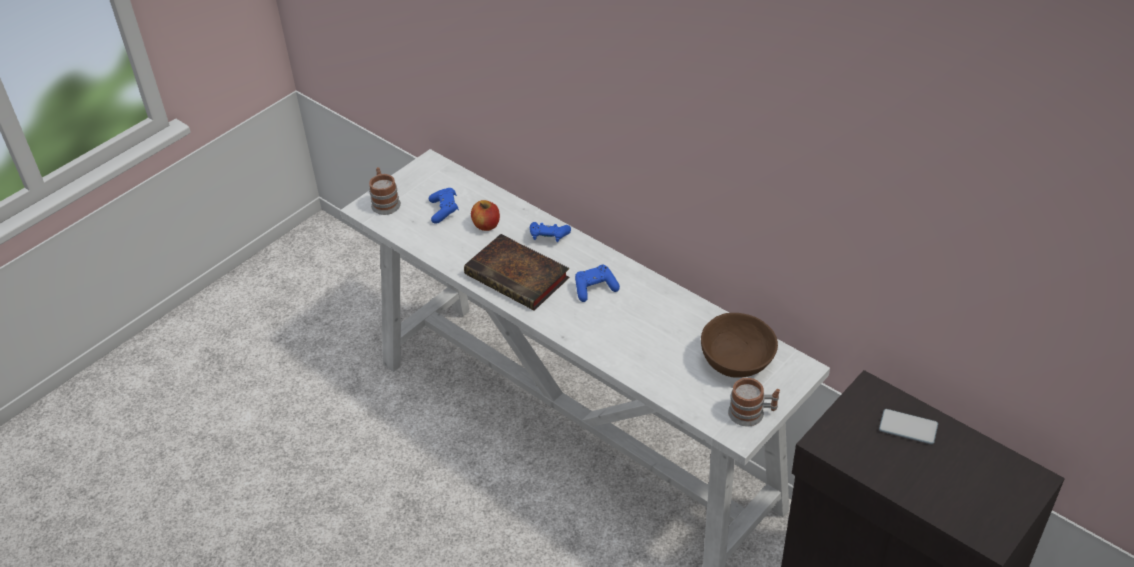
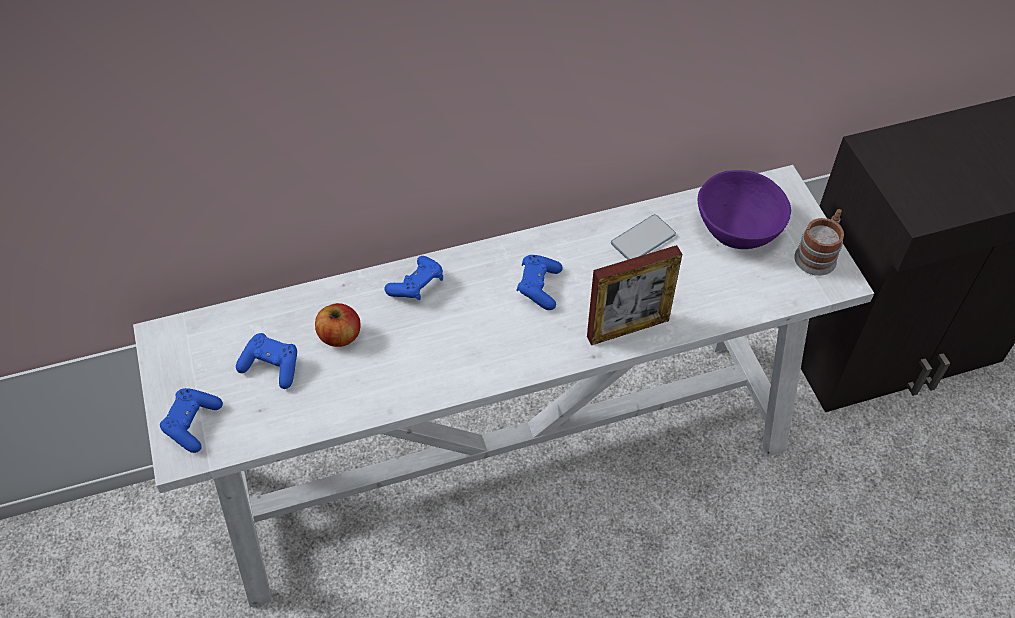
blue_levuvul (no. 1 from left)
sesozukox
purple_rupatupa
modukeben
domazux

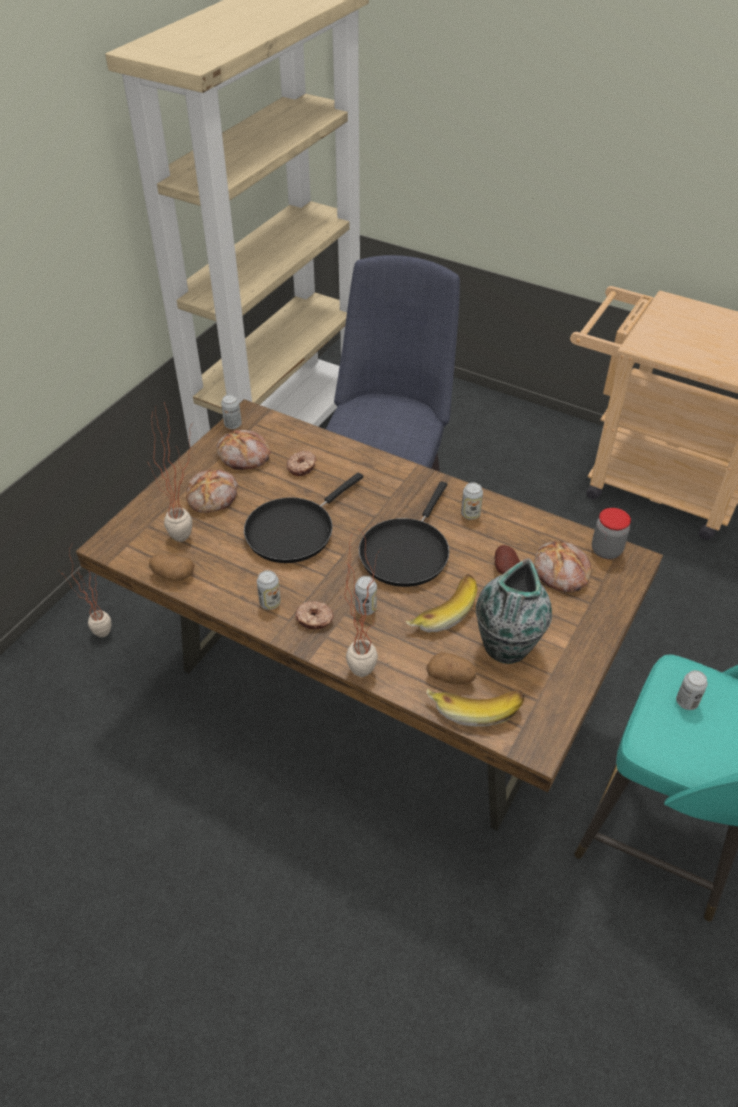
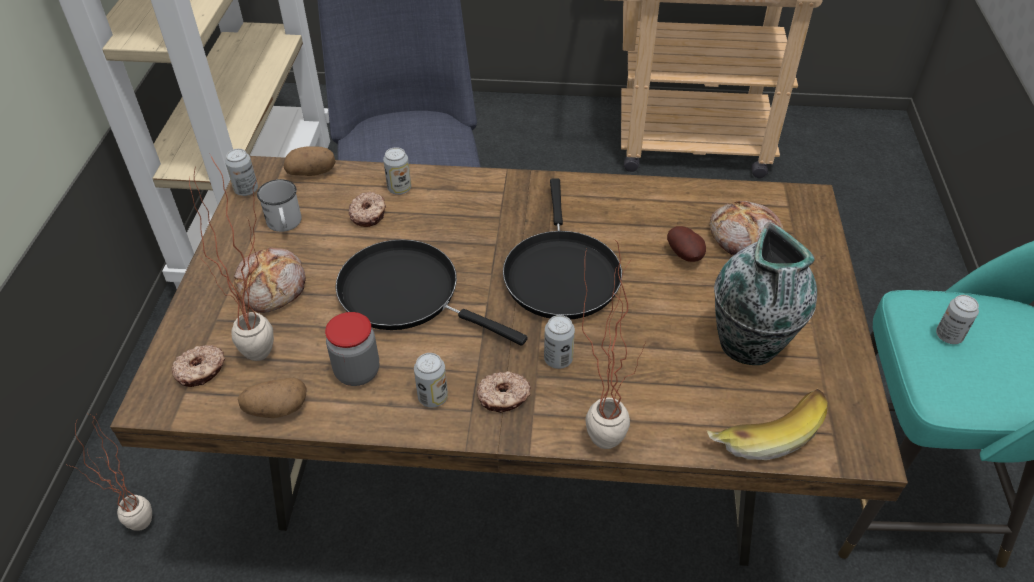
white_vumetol
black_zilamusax (no. 1 from left)
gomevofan (no. 1 from left in the first image)
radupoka (no. 2 from left)
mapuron (no. 2 from left)
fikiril
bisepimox (no. 1 from left)

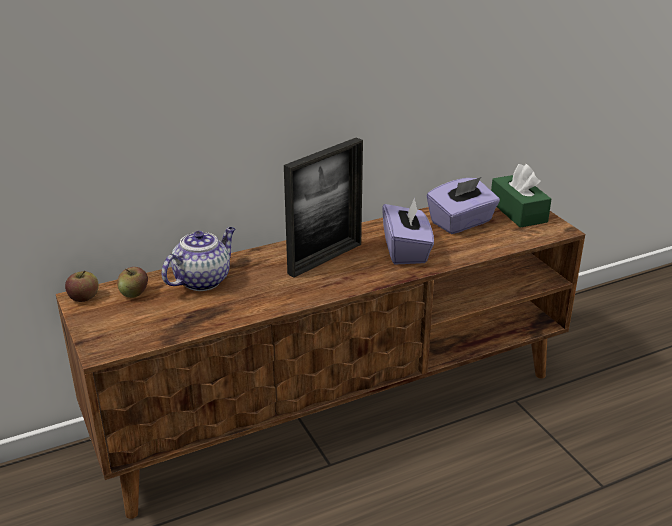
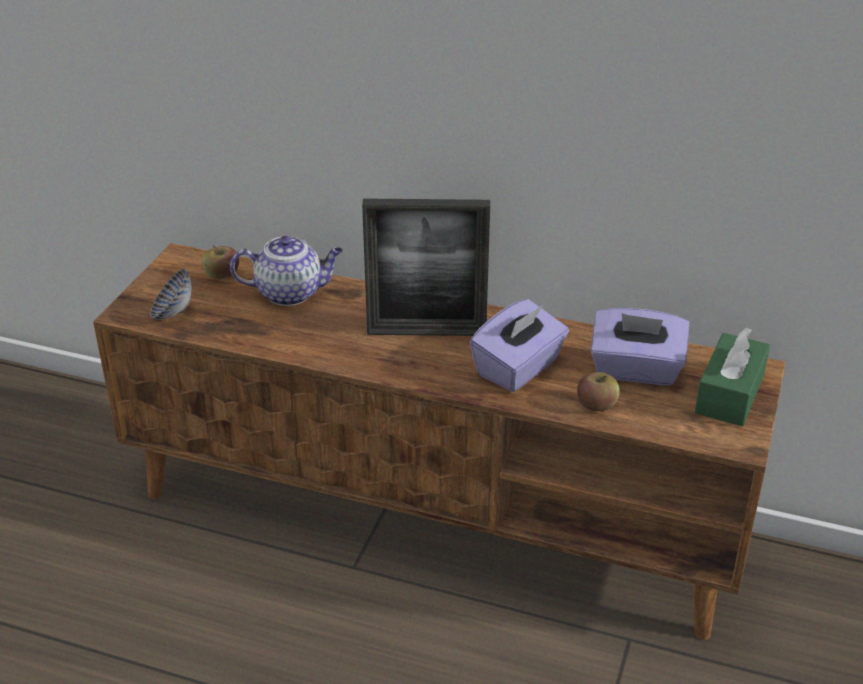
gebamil (no. 2 from left)
rupatupa

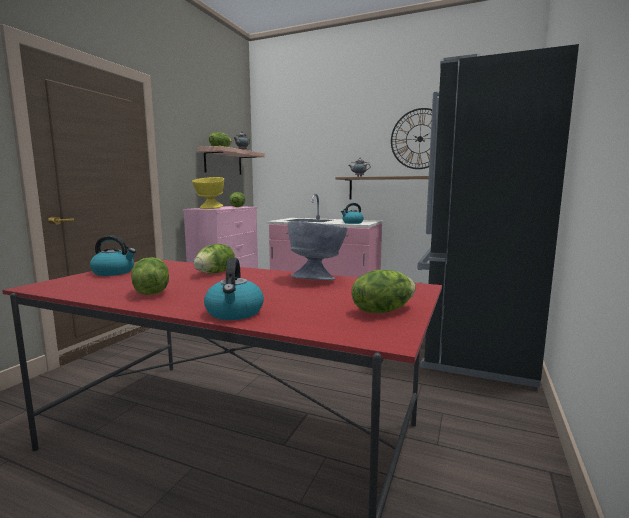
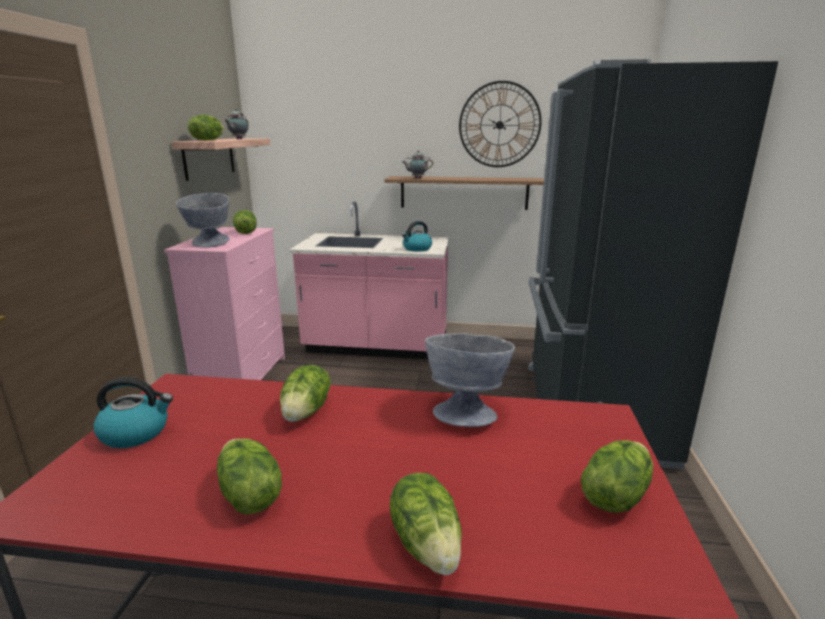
grey_rupatupa (no. 1 from left)
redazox (no. 5 from left)

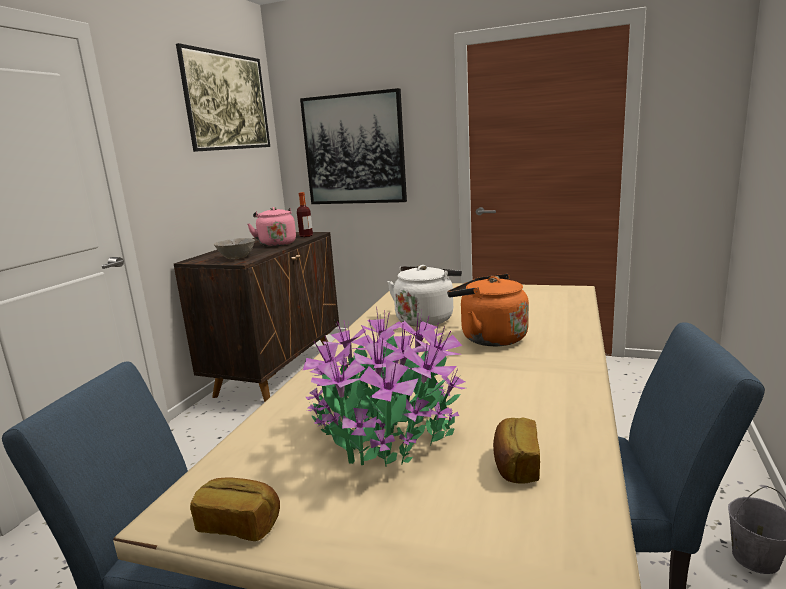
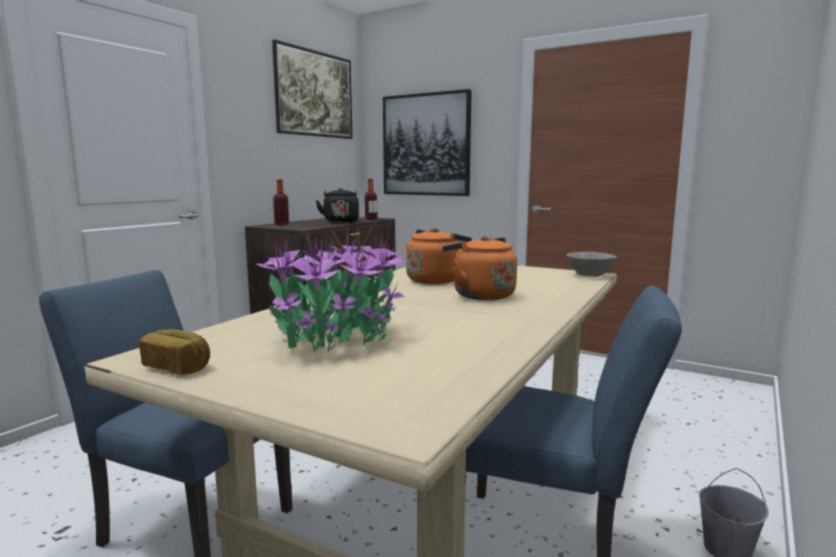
grey_rupatupa
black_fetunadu
orange_fetunadu (no. 1 from left)
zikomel (no. 2 from left in the first image)
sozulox (no. 1 from left)

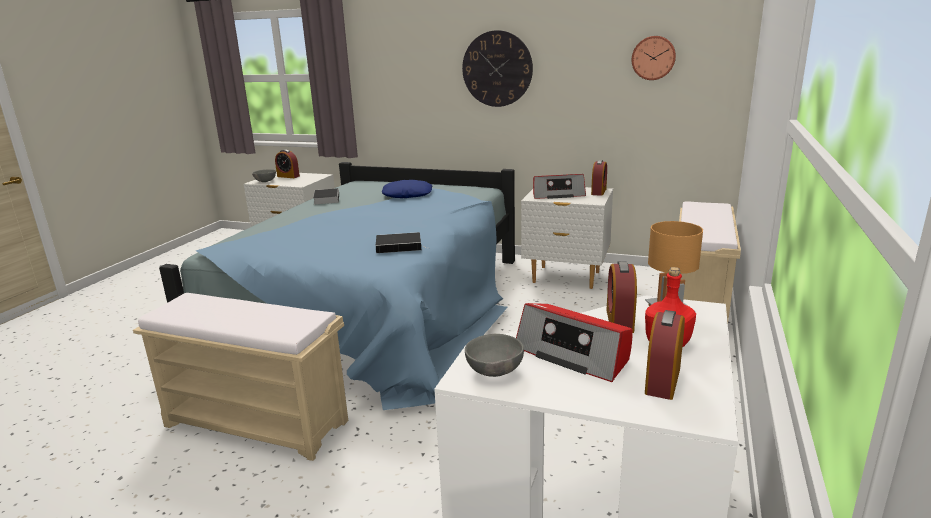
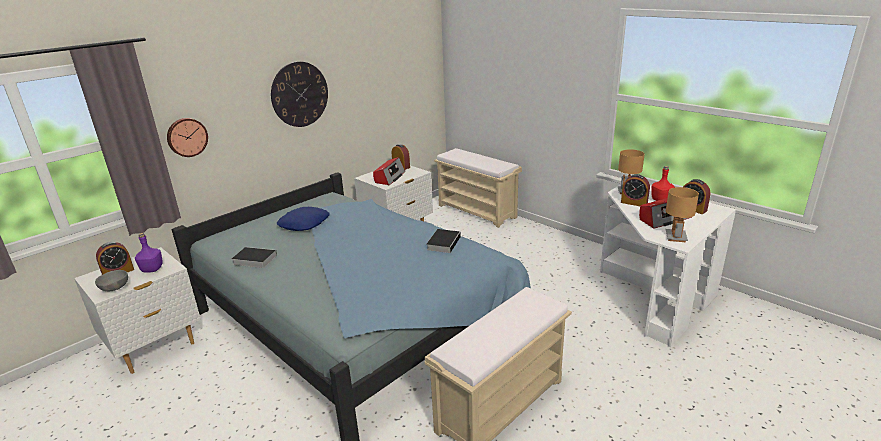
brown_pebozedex (no. 2 from left)
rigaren (no. 1 from left)
purple_sozulox

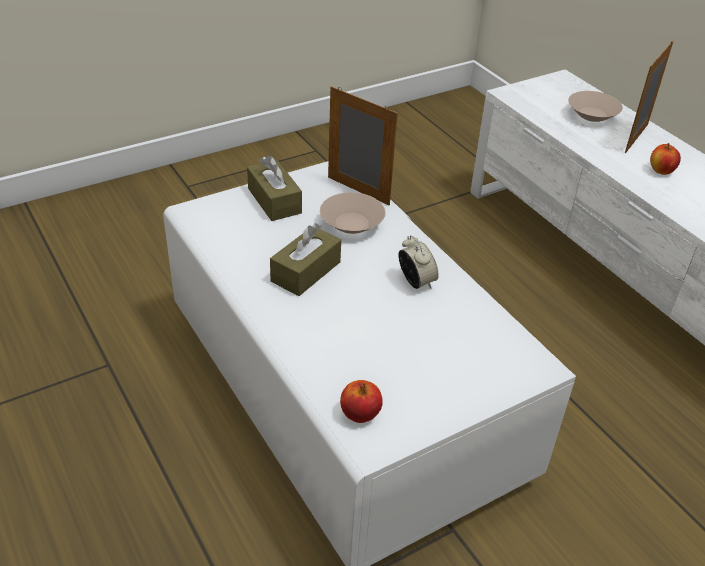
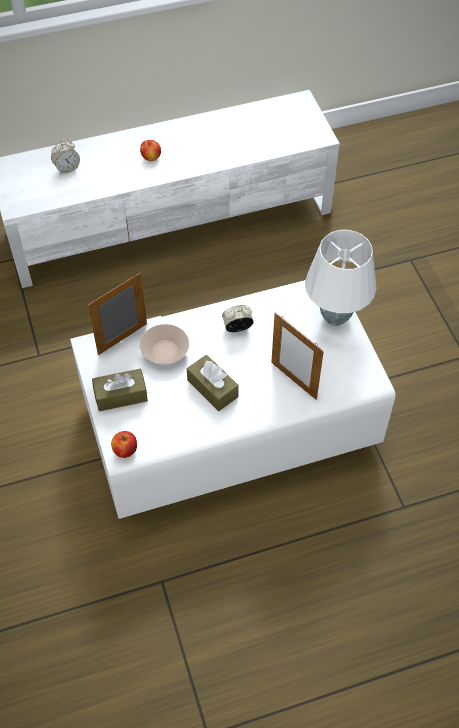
gebamil (no. 1 from left)
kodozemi (no. 1 from left)
domazux (no. 2 from left)
white_pebozedex

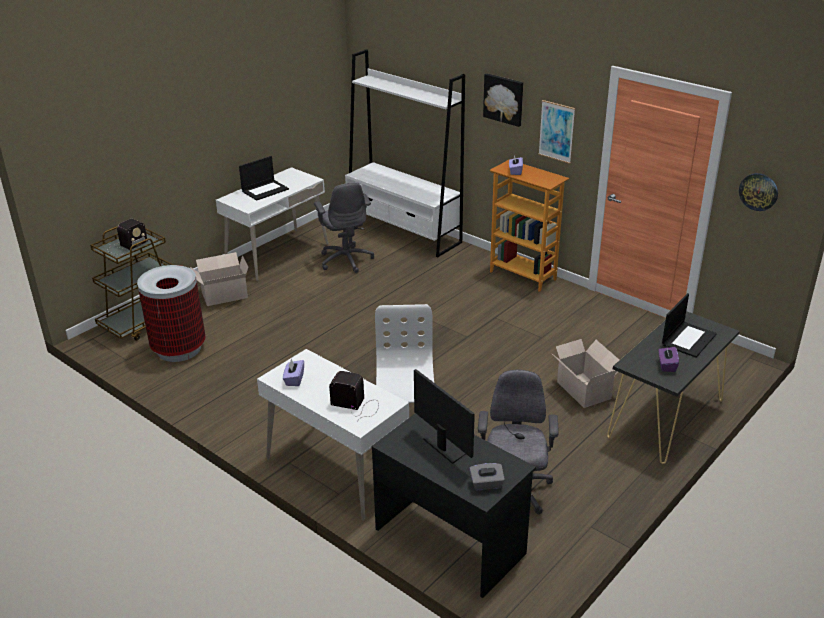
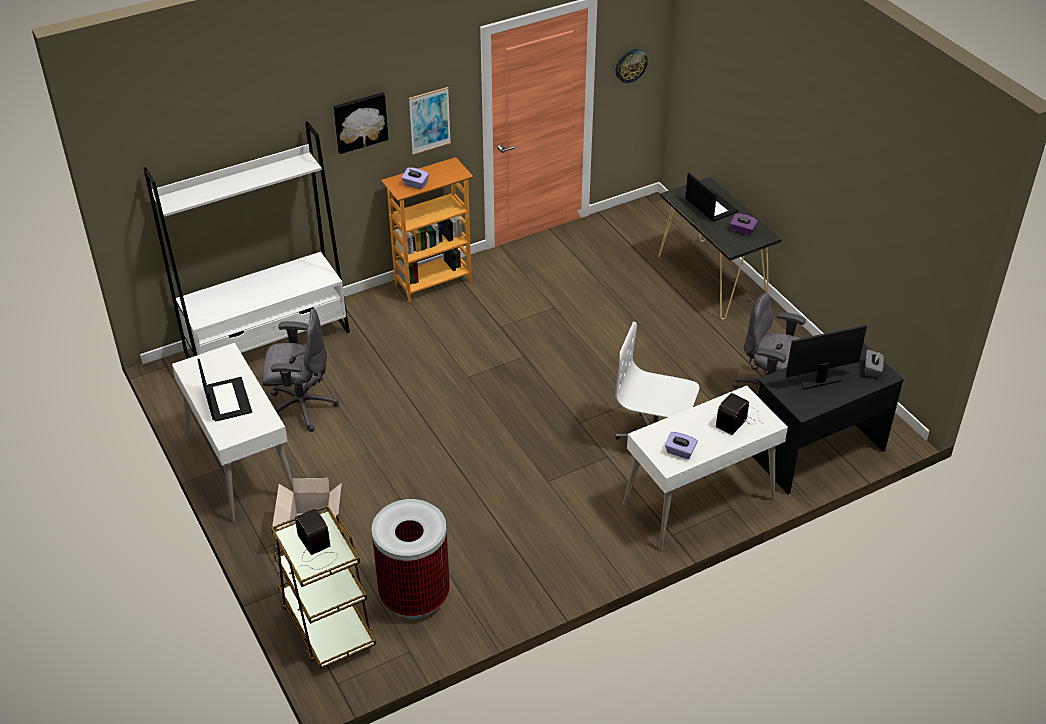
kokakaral (no. 2 from left in the first image)

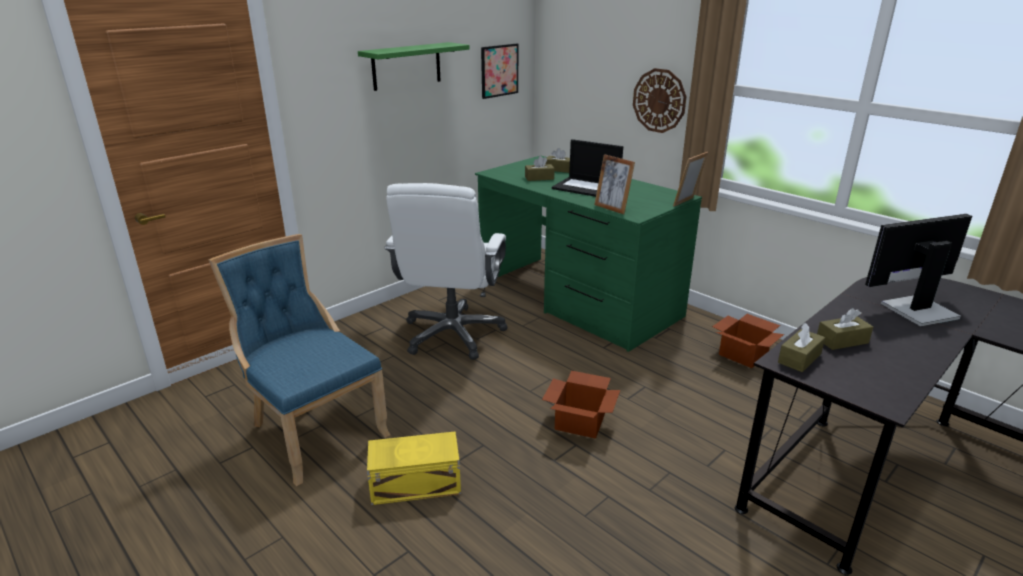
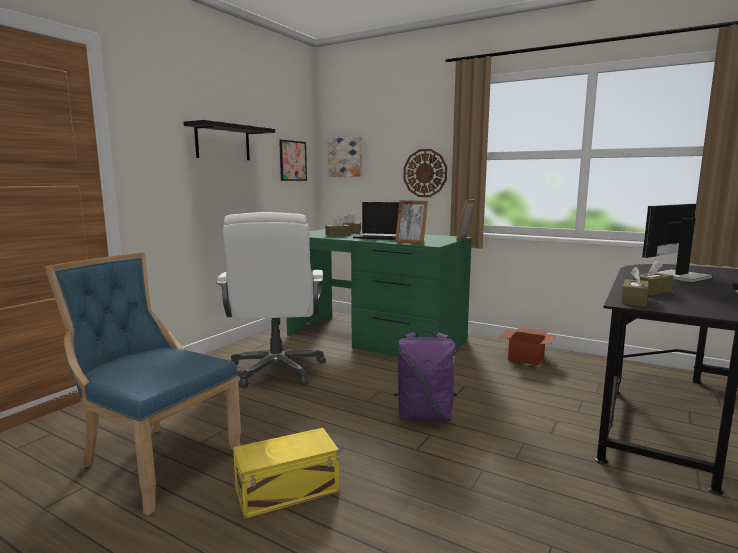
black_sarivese
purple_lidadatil
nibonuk (no. 2 from left)

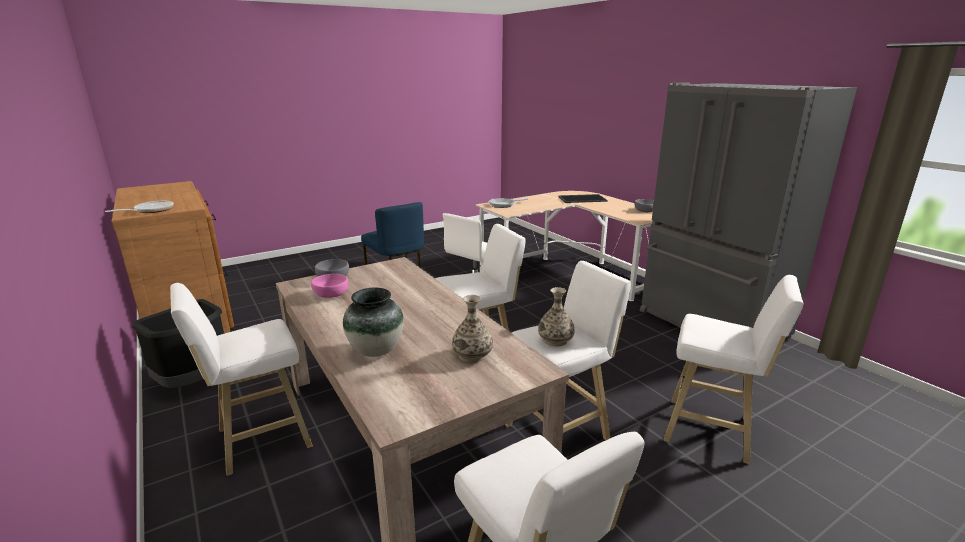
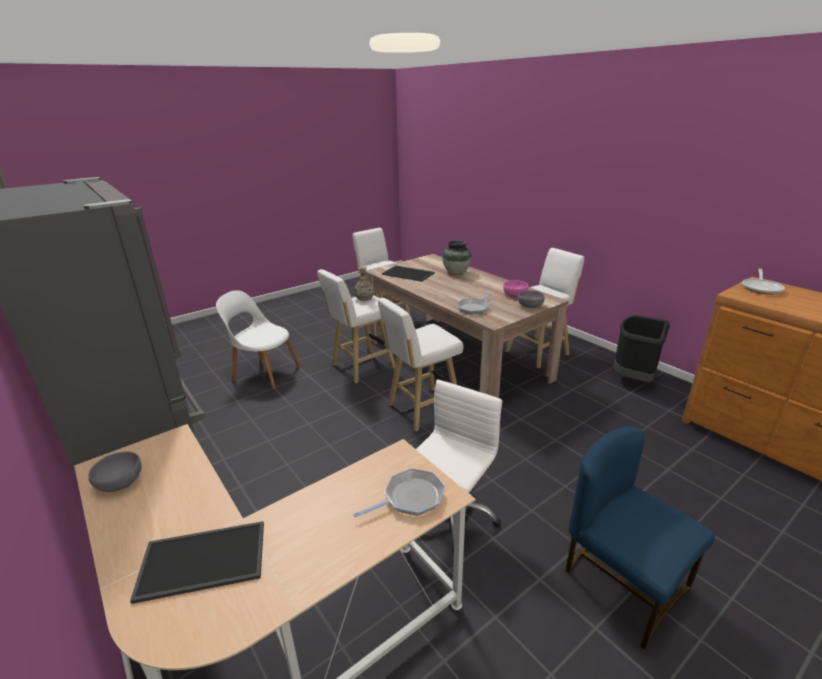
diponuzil (no. 2 from left)
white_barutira
zilamusax (no. 2 from left)

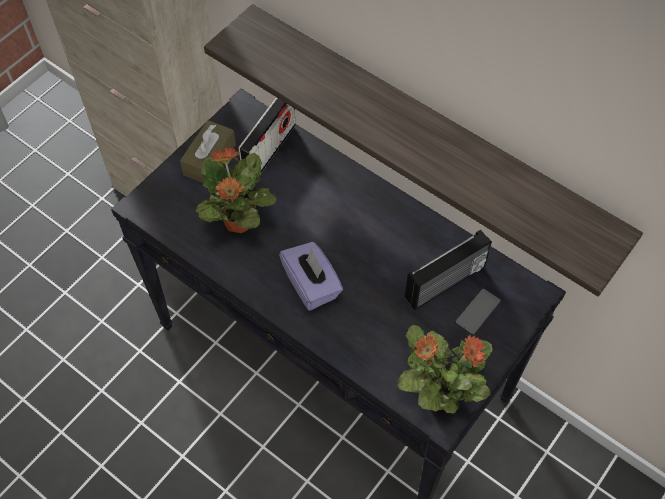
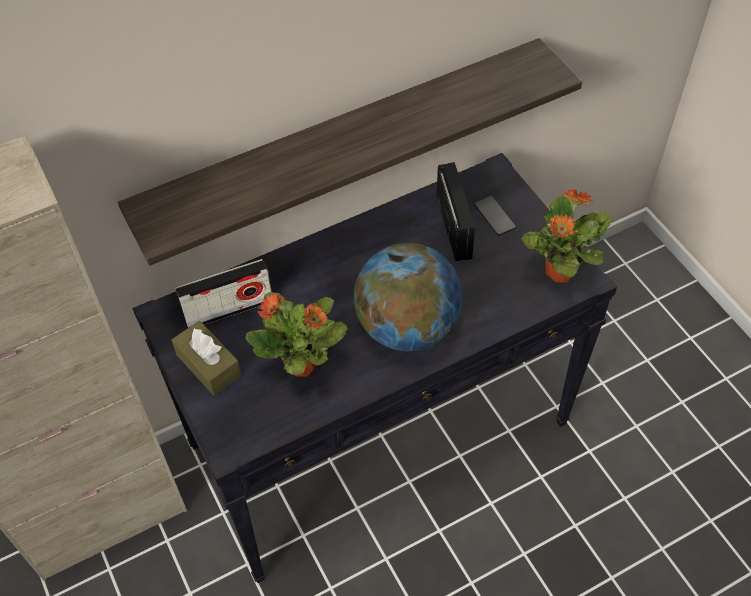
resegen (no. 1 from left)
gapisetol

